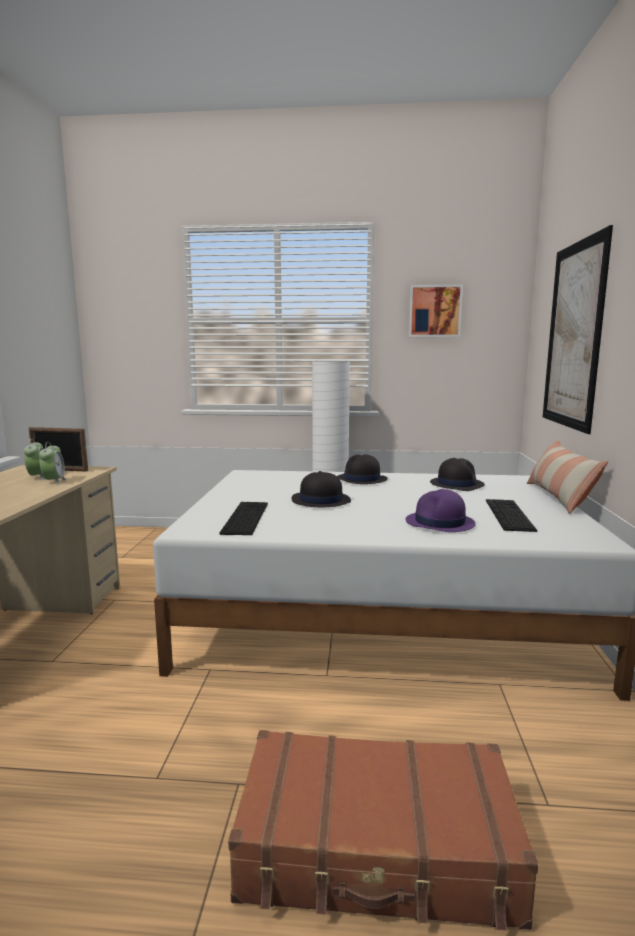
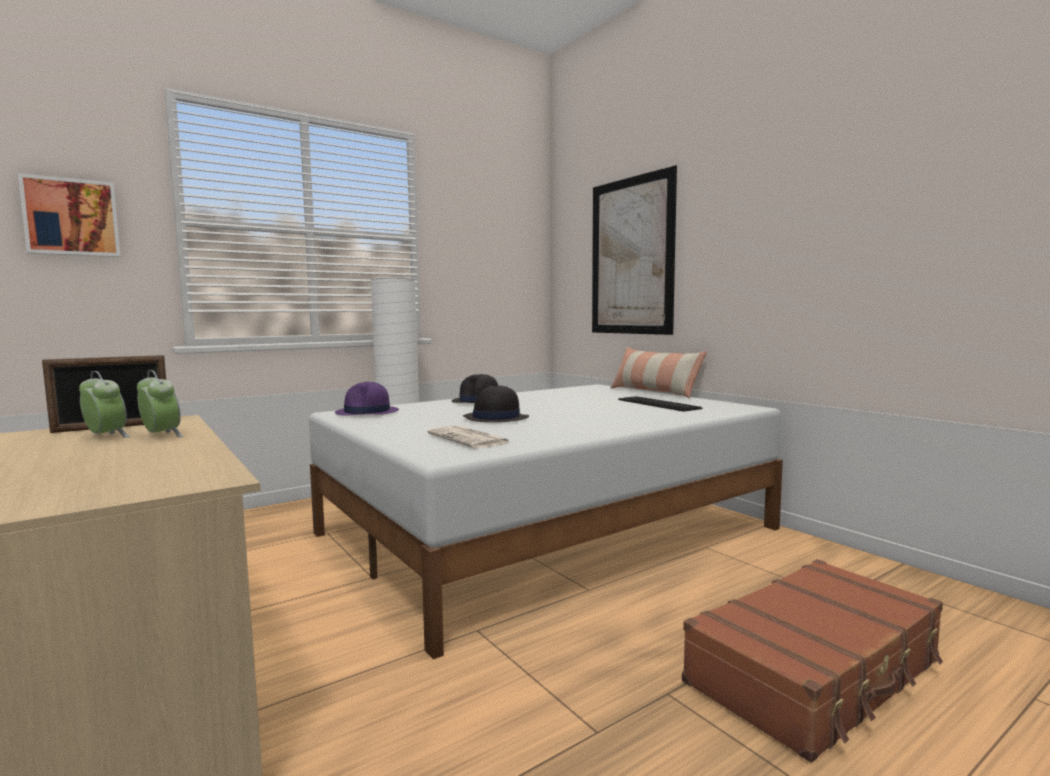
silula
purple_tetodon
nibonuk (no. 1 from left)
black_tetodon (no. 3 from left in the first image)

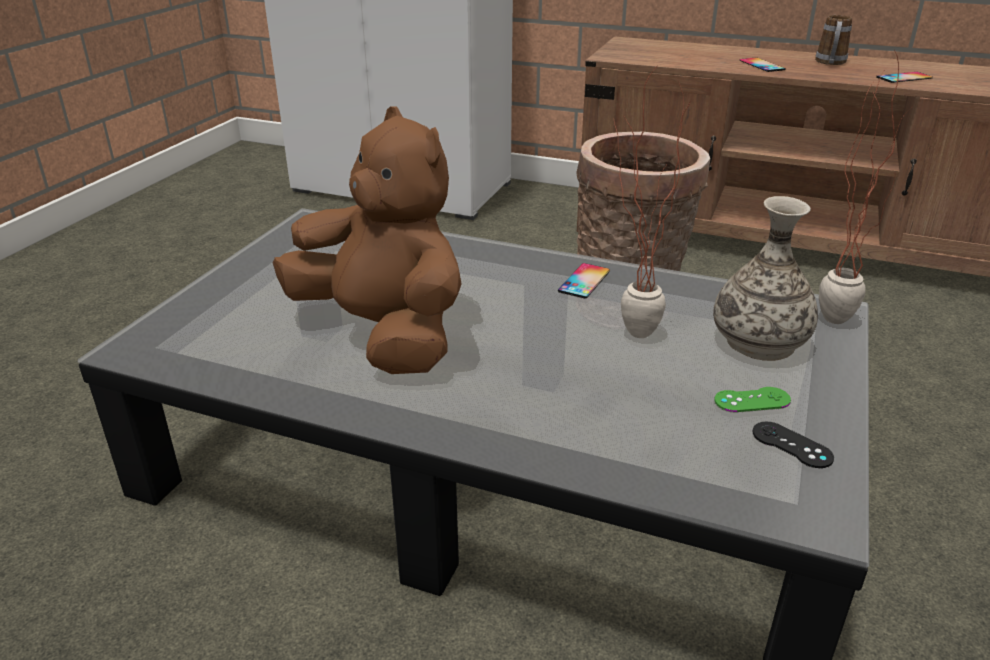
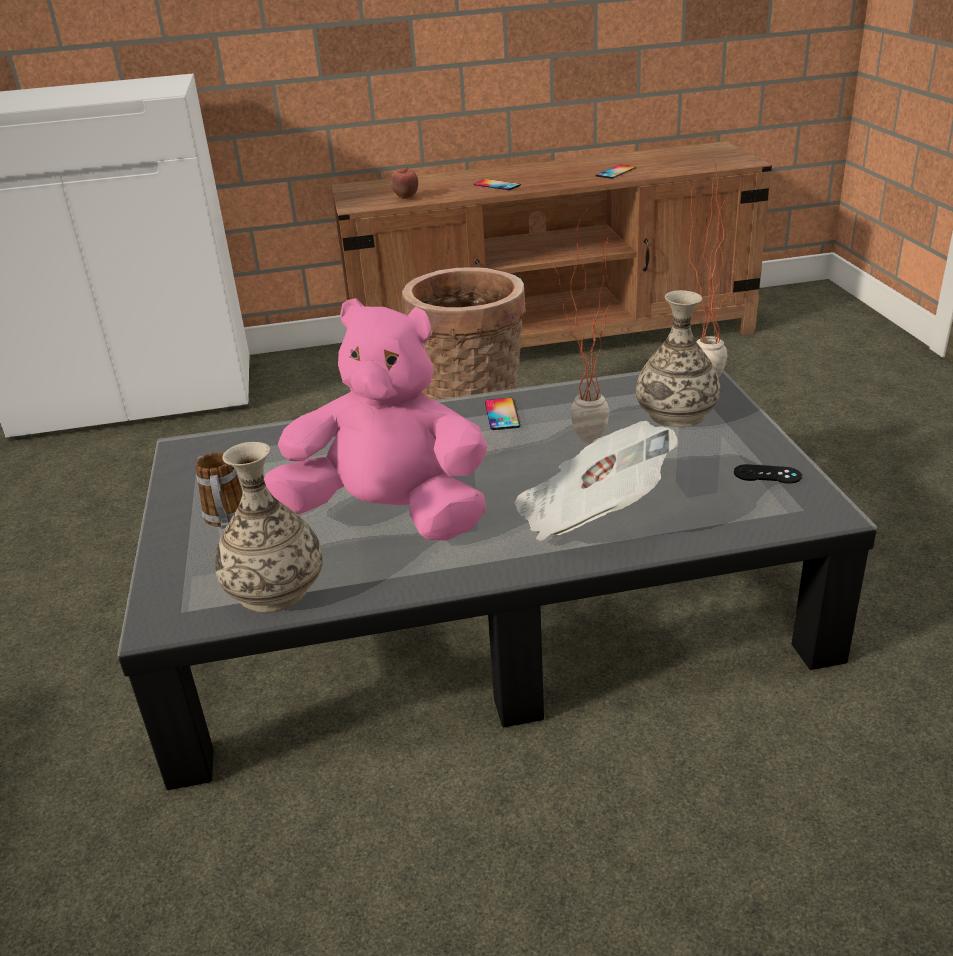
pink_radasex
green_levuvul
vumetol
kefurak (no. 1 from left)
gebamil
silula

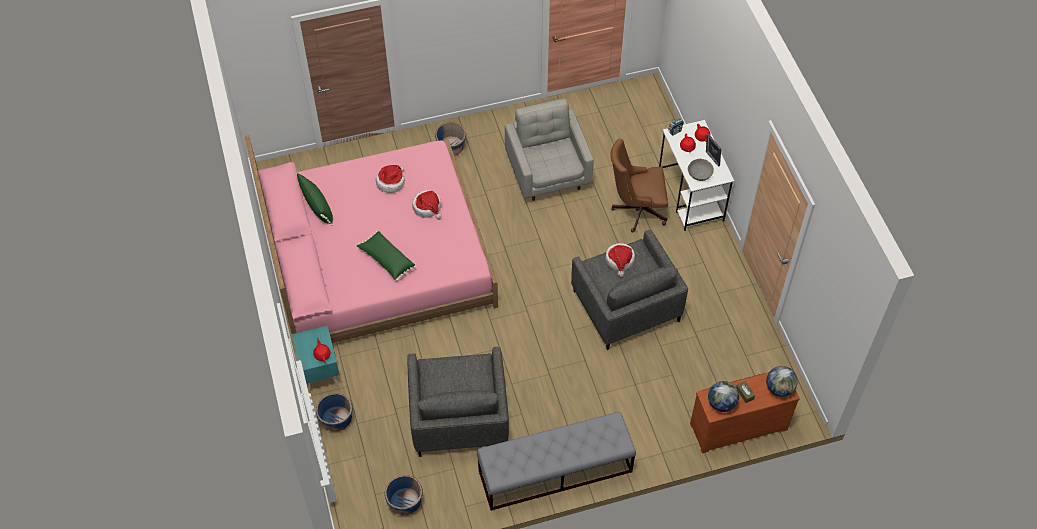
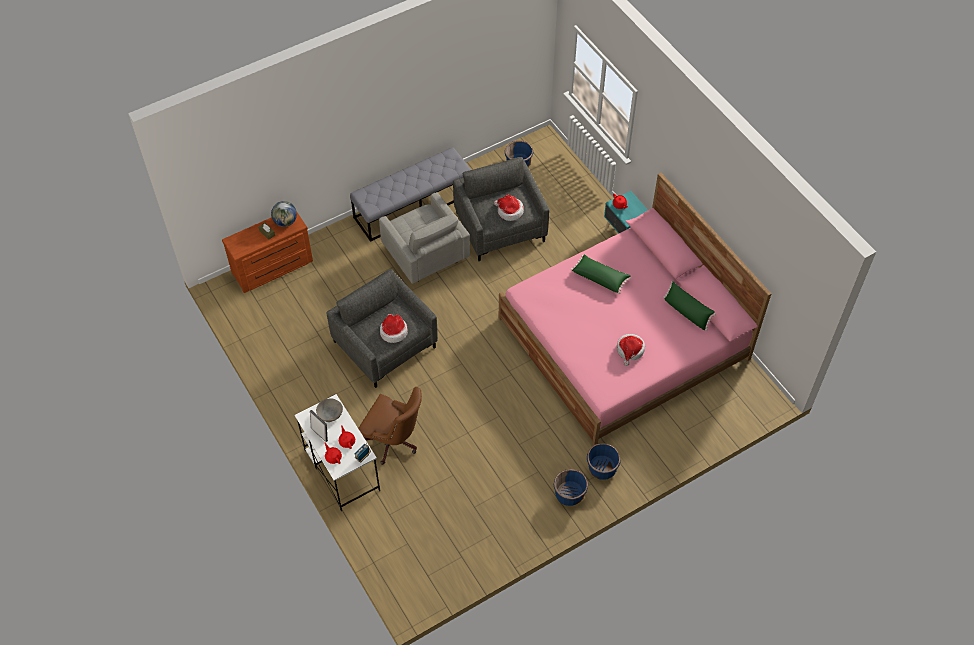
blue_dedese (no. 2 from left)
tetodon (no. 2 from left)
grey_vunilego (no. 2 from left)
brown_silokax
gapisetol (no. 2 from left in the first image)

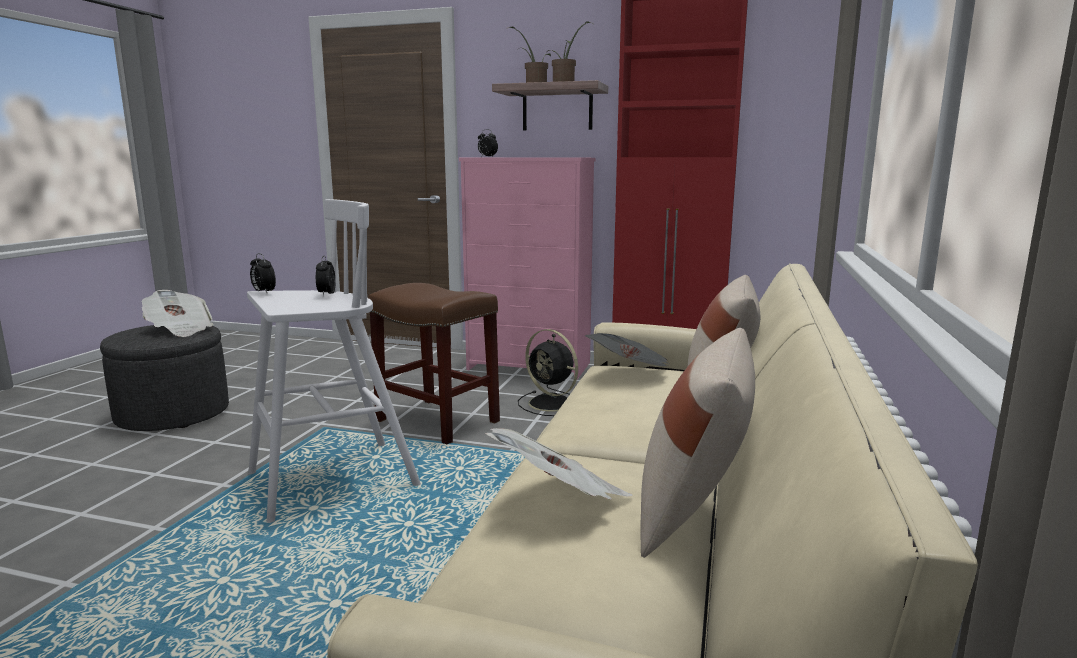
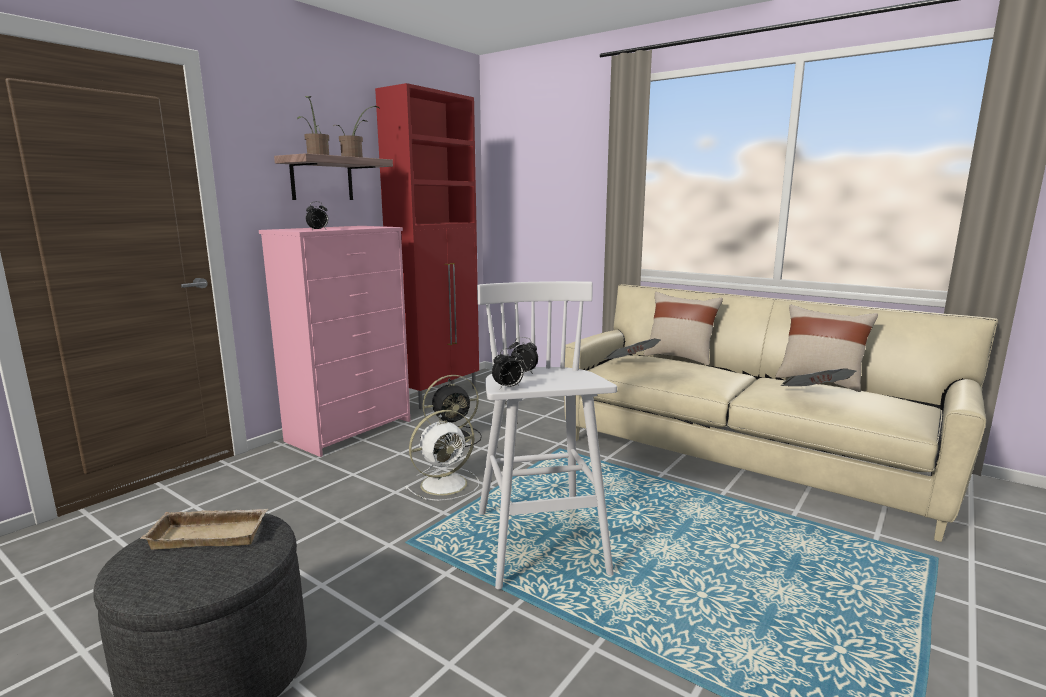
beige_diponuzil
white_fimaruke

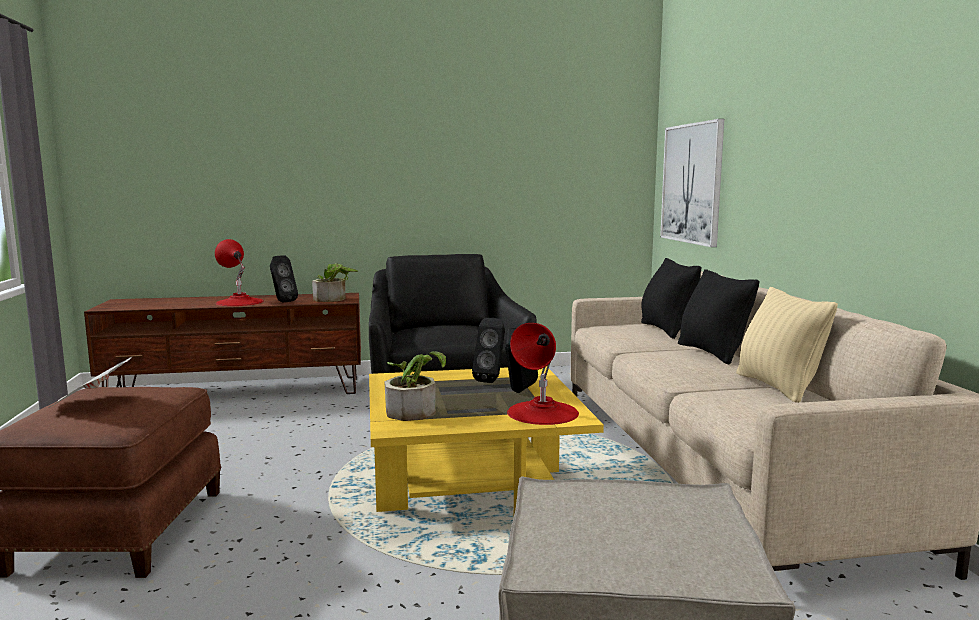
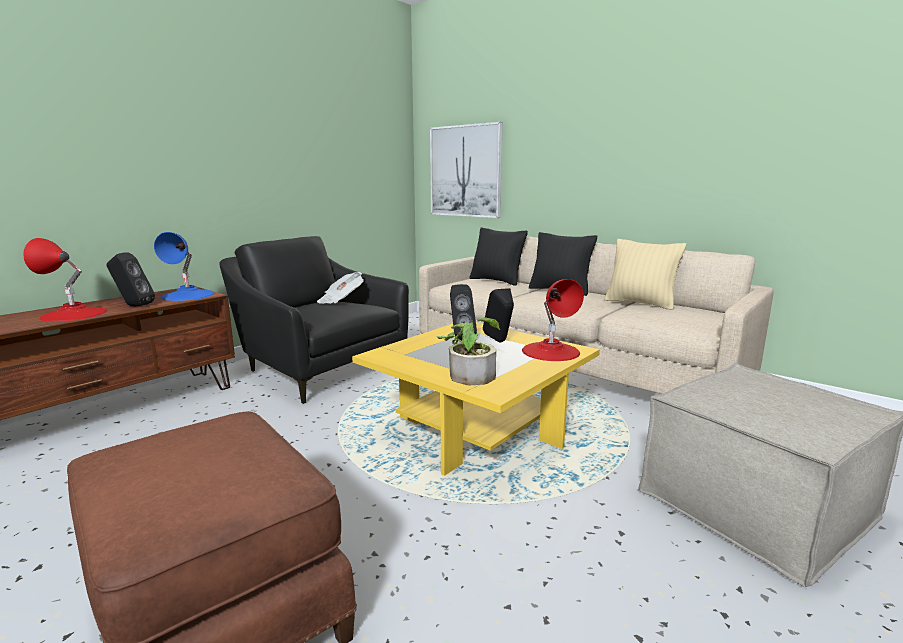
silula
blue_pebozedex

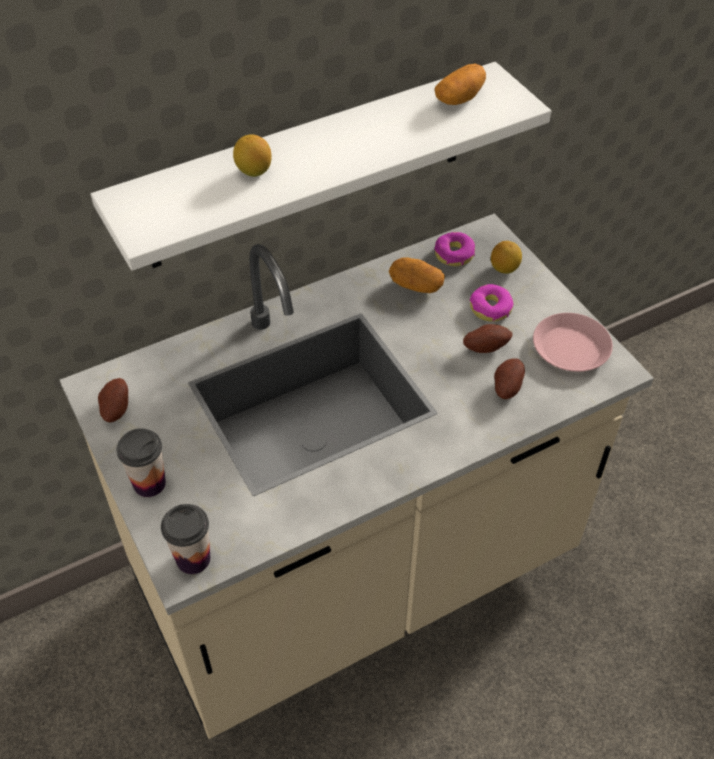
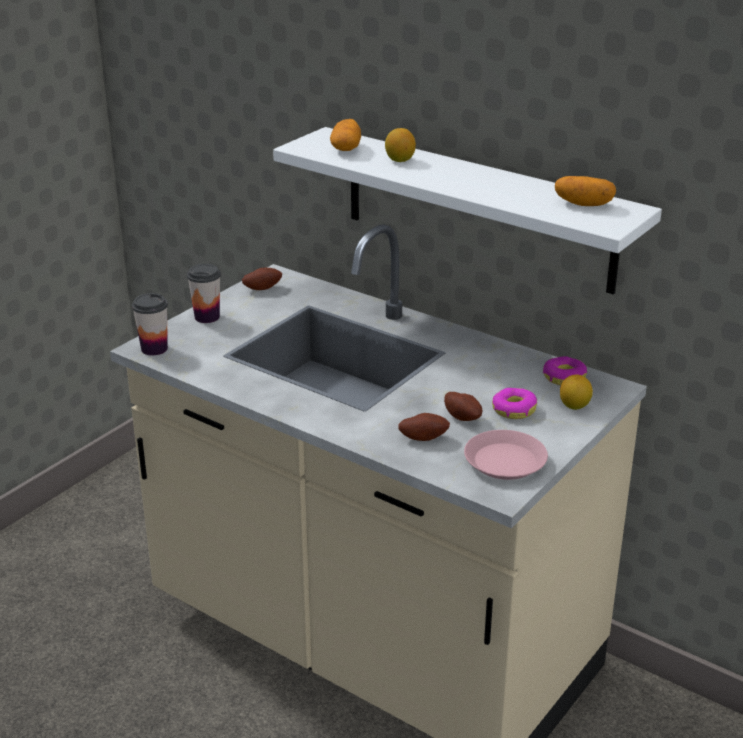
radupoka (no. 2 from left)

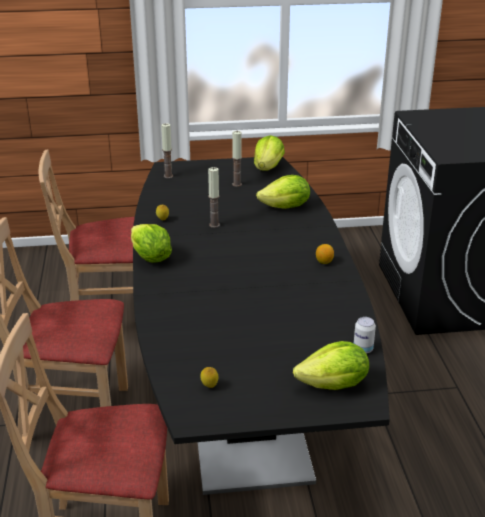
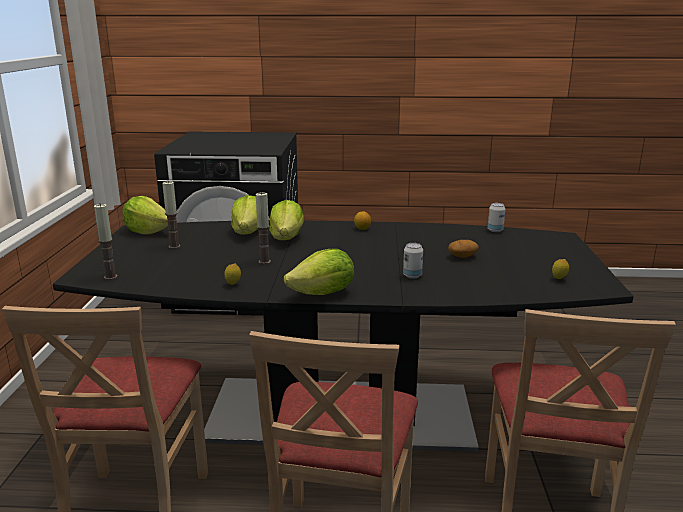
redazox (no. 3 from left)
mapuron (no. 1 from left)
radupoka

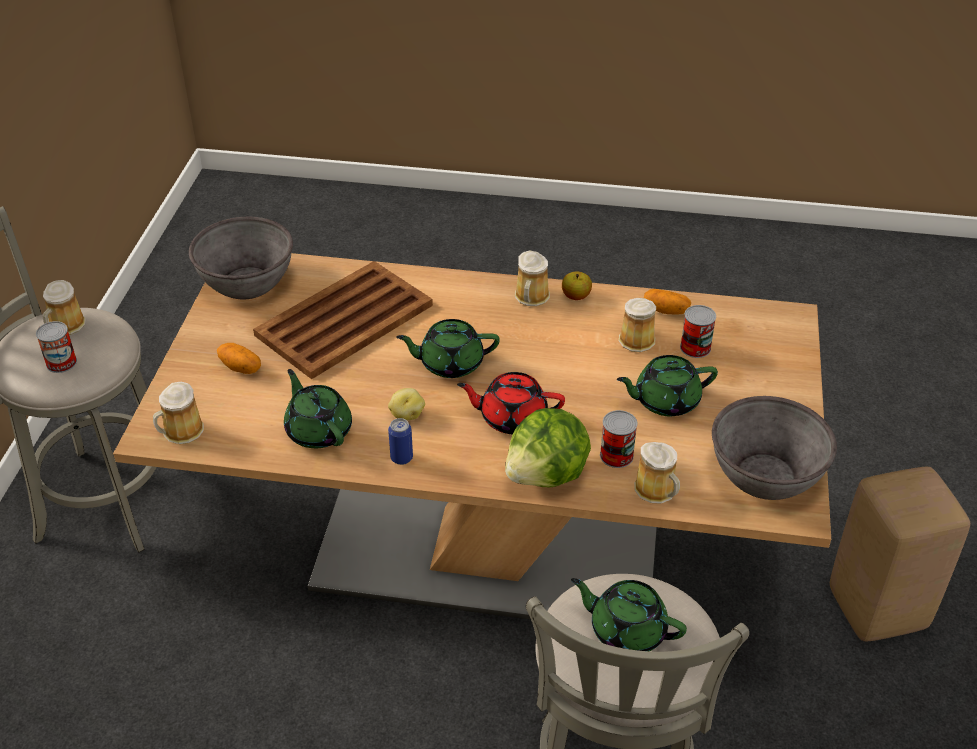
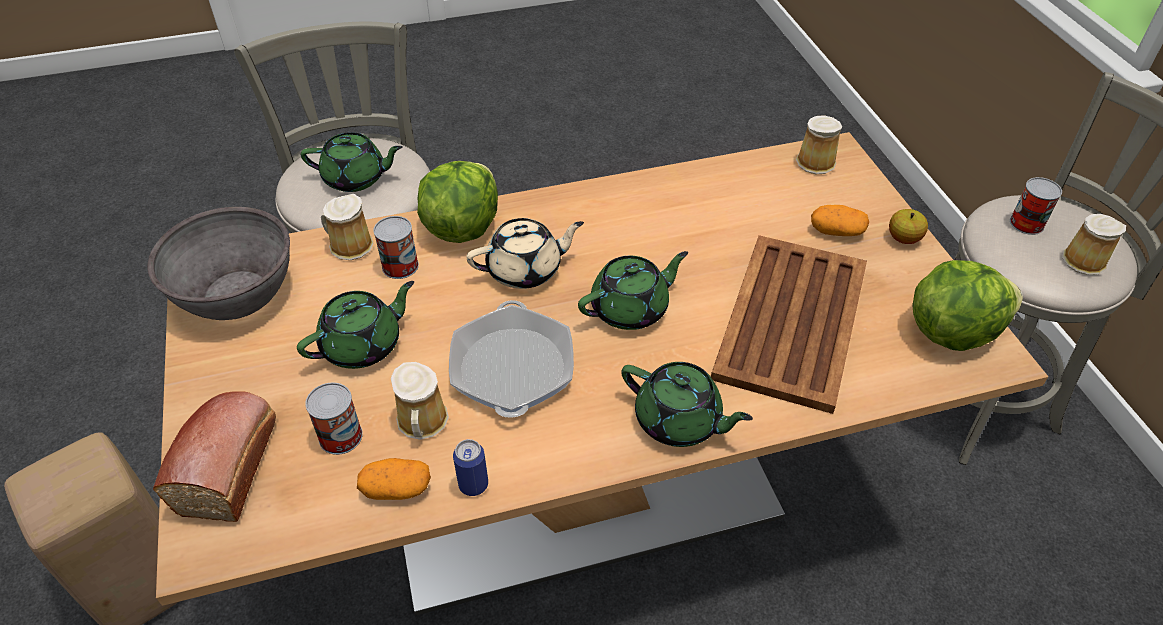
redazox (no. 2 from left)
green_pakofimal (no. 4 from left)
radupoka (no. 2 from left in the first image)
mapuron (no. 3 from left)
beige_pakofimal
vumetol (no. 3 from left in the first image)
gebamil
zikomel
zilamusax

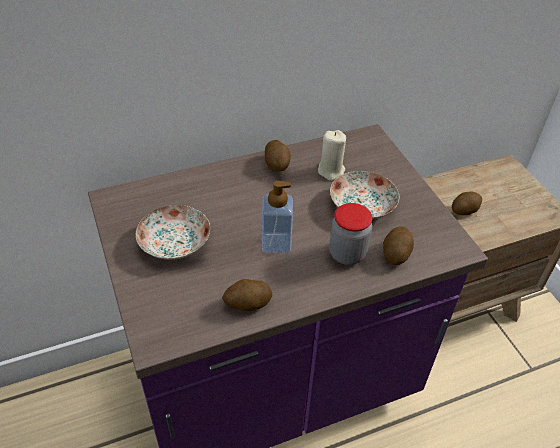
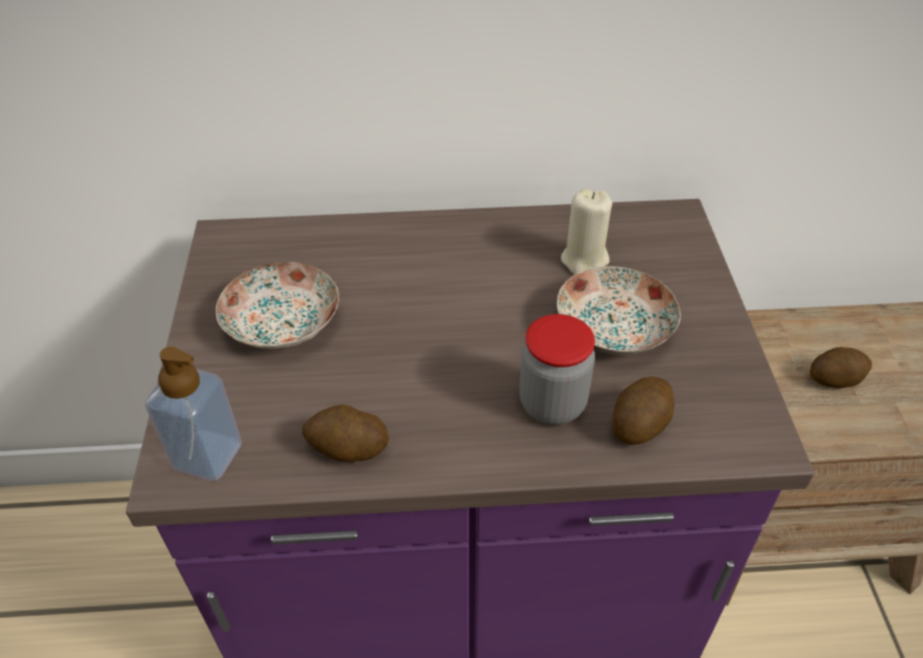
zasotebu
radupoka (no. 2 from left in the first image)

